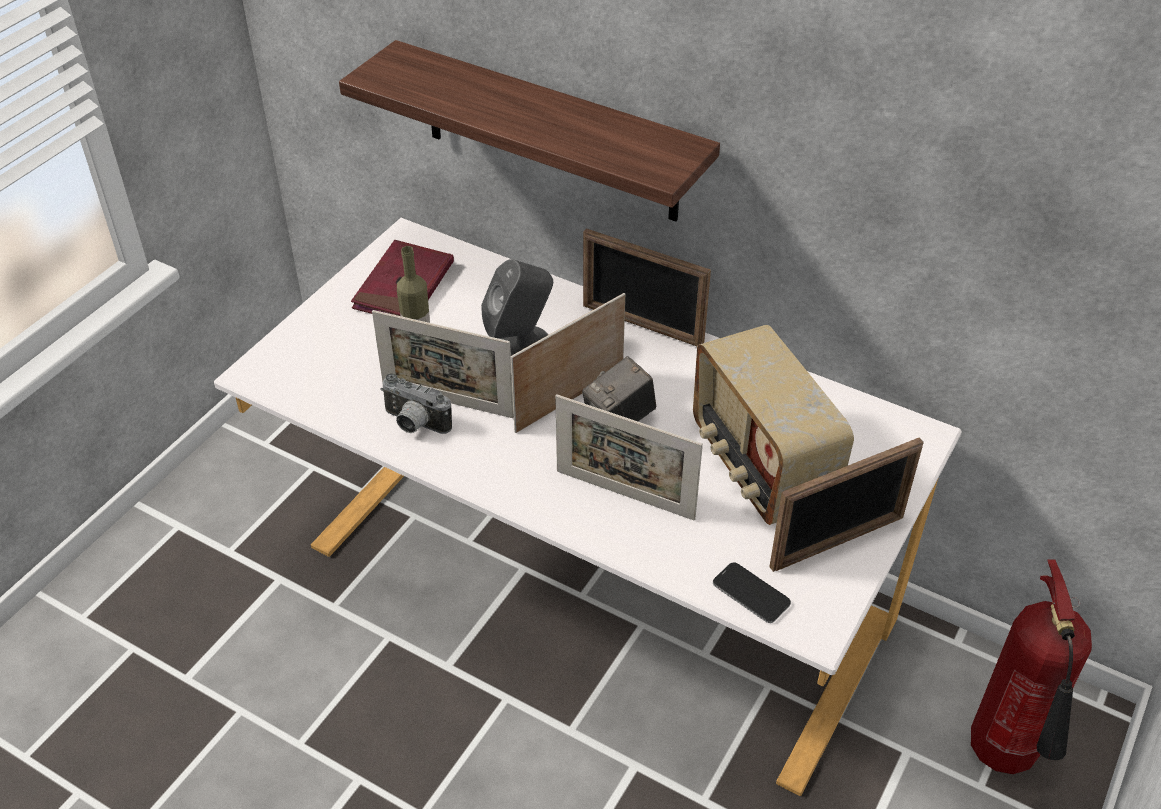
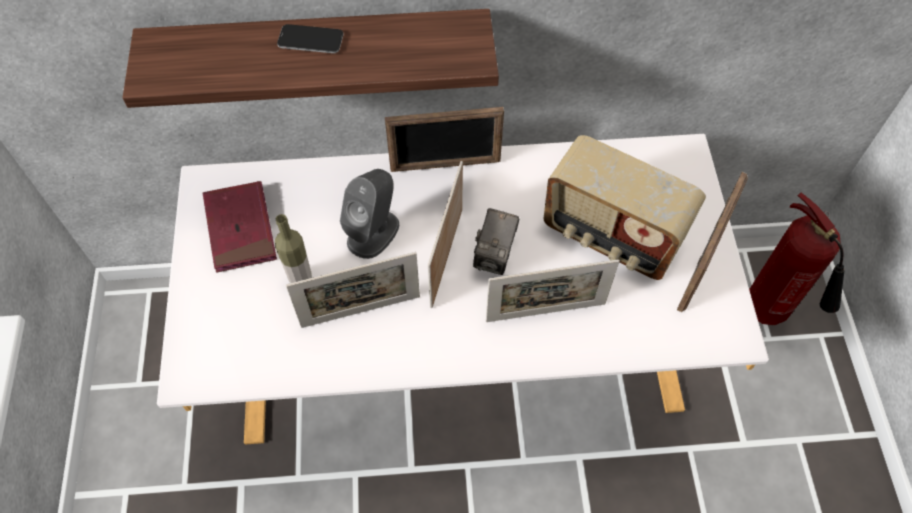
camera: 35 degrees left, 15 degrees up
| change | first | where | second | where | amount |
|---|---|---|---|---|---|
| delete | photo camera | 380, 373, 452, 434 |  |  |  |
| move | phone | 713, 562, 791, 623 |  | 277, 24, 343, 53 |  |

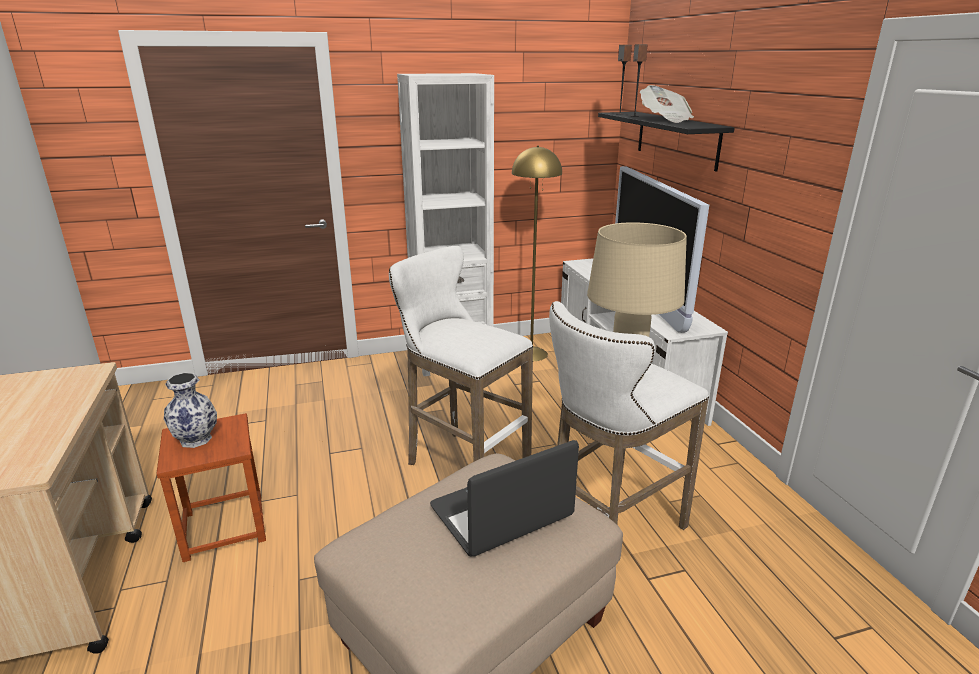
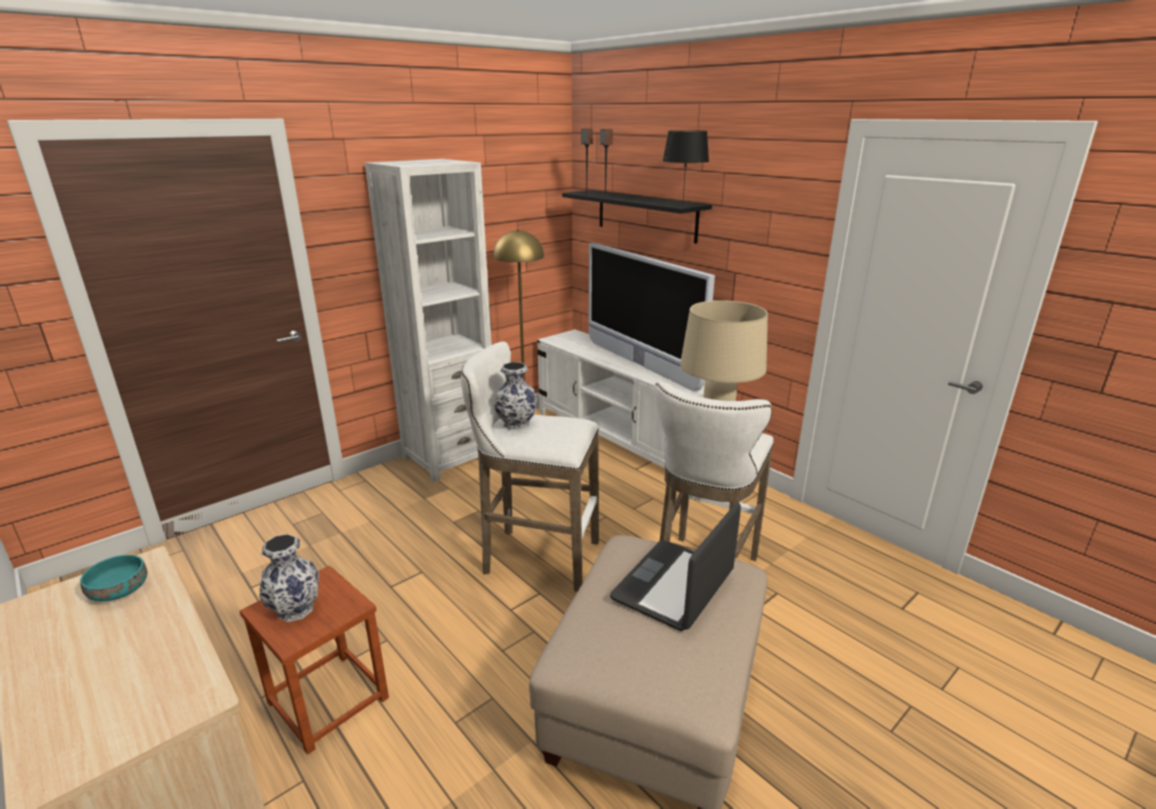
camera: 25 degrees left, 0 degrees up
| change | first | where | second | where | amount |
|---|---|---|---|---|---|
| delete | newspaper | 640, 85, 694, 123 |  |  |  |
| insert |  |  | bowl (turquoise) | 80, 555, 147, 601 |  |
| insert |  |  | vase | 494, 362, 537, 430 |  |
| insert |  |  | table lamp (black) | 663, 130, 709, 201 |  |

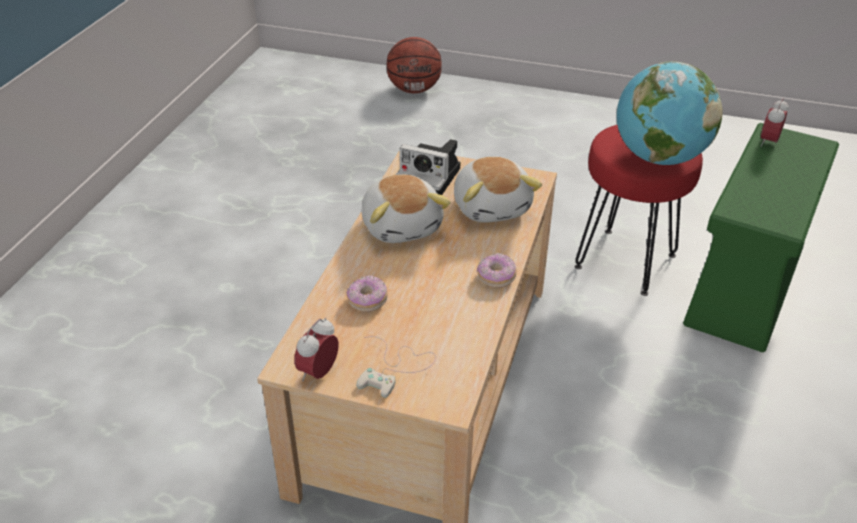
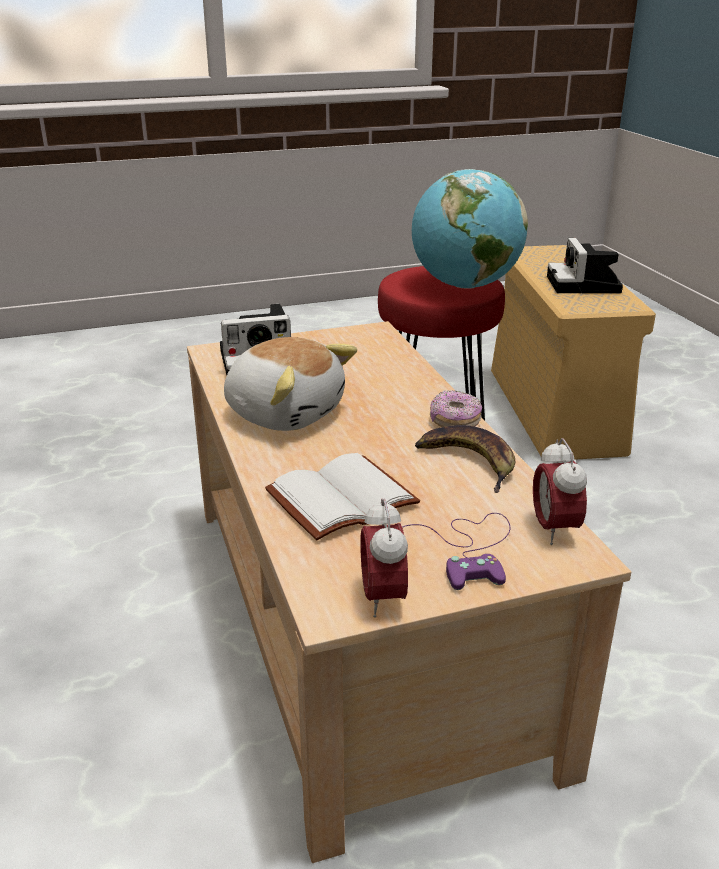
camera: 35 degrees left, 10 degrees down
| change | first | where | second | where | amount |
|---|---|---|---|---|---|
| delete | basketball | 387, 37, 442, 93 |  |  |  |
| delete | plush toy | 454, 157, 542, 223 |  |  |  |
| insert |  |  | banana | 415, 425, 515, 493 |  |
| insert |  |  | photo camera | 547, 238, 623, 293 |  |
| move | alarm clock | 761, 98, 789, 147 |  | 533, 438, 587, 545 |  |
| replace | donut | 347, 276, 388, 312 | book (white) | 265, 453, 420, 540 |  |
| recolor | game controller (white) | 356, 336, 436, 398 | game controller (purple) | 402, 513, 510, 590 |  |
| recolor | storage box (green) | 683, 123, 839, 352 | storage box (beige) | 491, 245, 656, 460 |  |

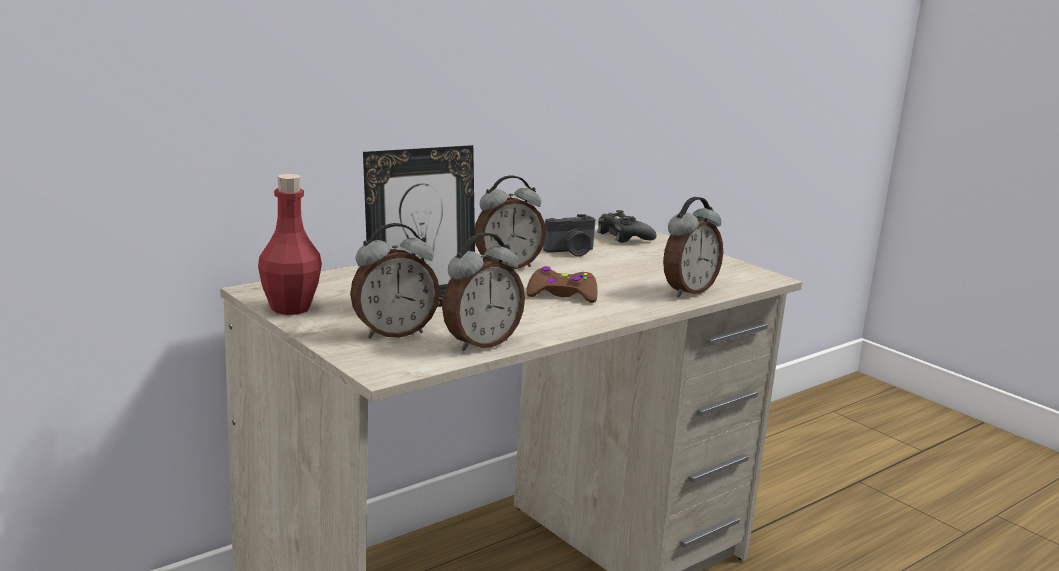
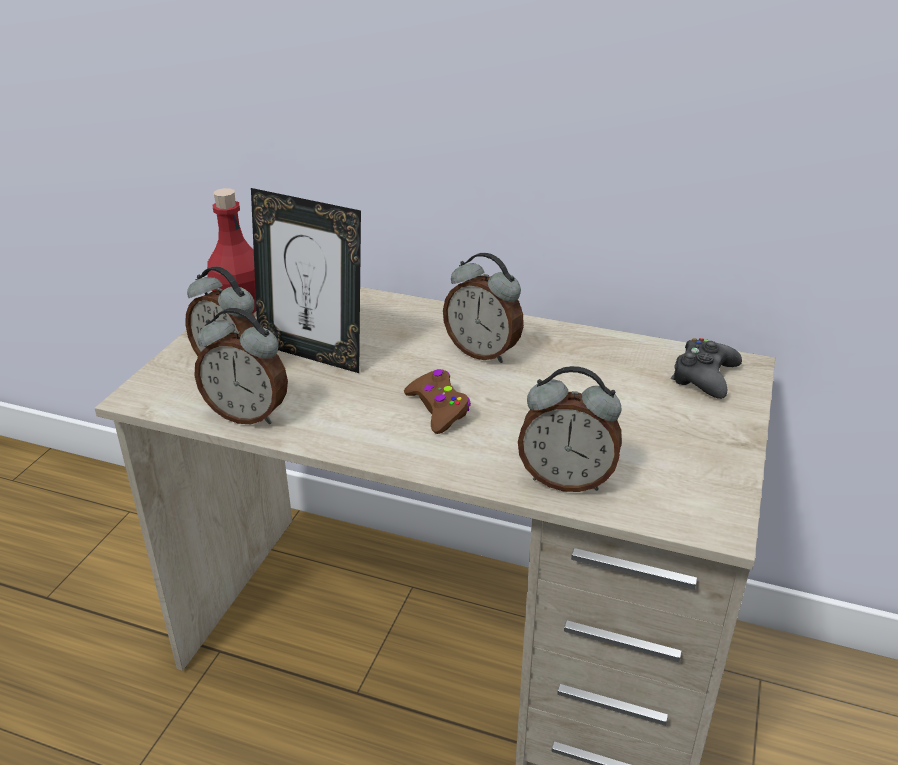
camera: 60 degrees right, 15 degrees up
| change | first | where | second | where | amount |
|---|---|---|---|---|---|
| delete | photo camera | 543, 214, 595, 257 |  |  |  |

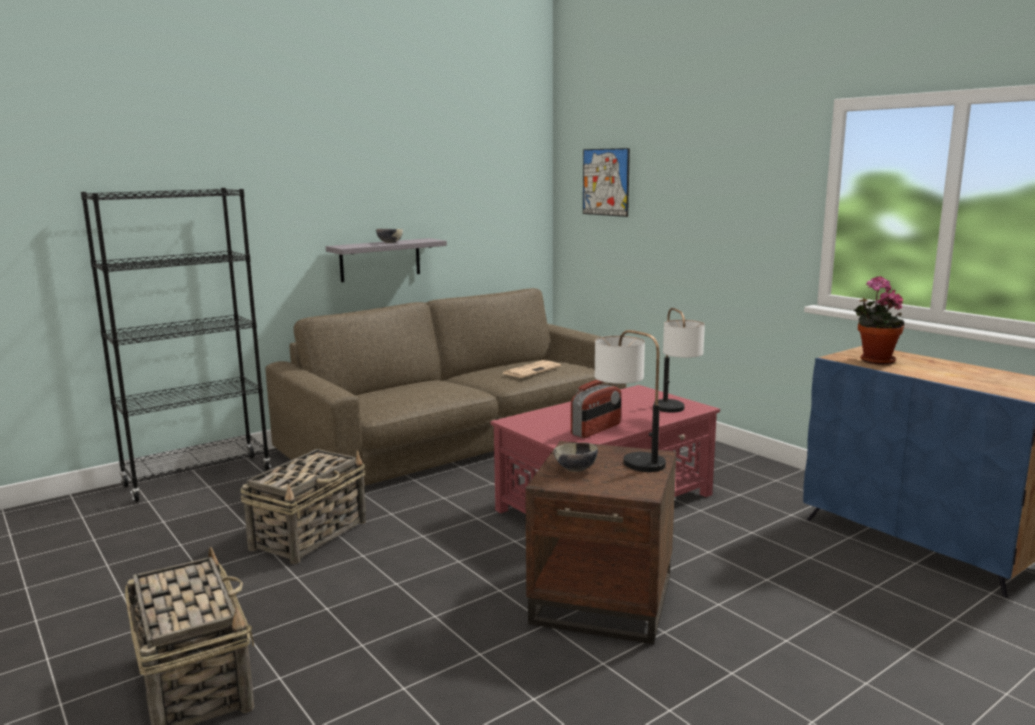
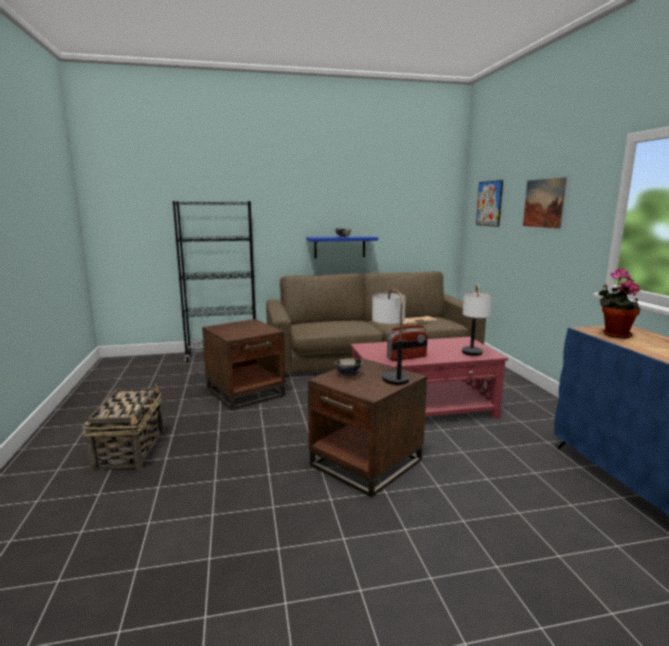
camera: 25 degrees right, 0 degrees up
| change | first | where | second | where | amount |
|---|---|---|---|---|---|
| insert |  |  | picture | 523, 177, 567, 229 |  |
| replace | basket | 241, 449, 366, 564 | side table (brown) | 202, 319, 285, 410 |  |
| recolor | shelf (grey) | 326, 238, 447, 282 | shelf (blue) | 306, 236, 378, 258 |  |

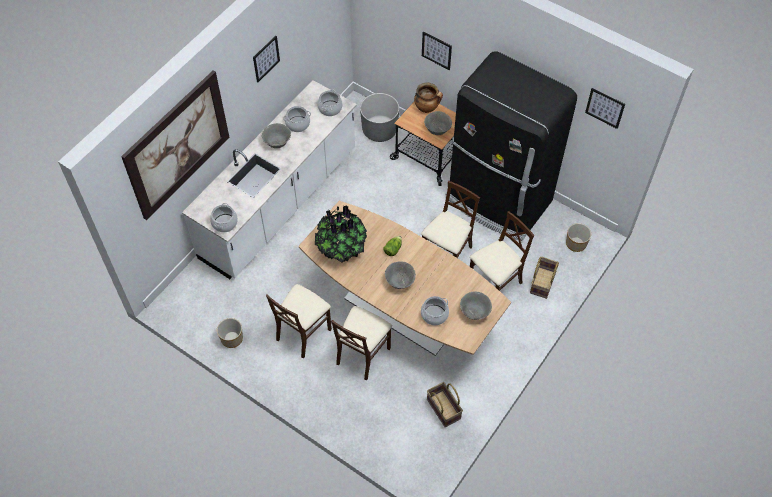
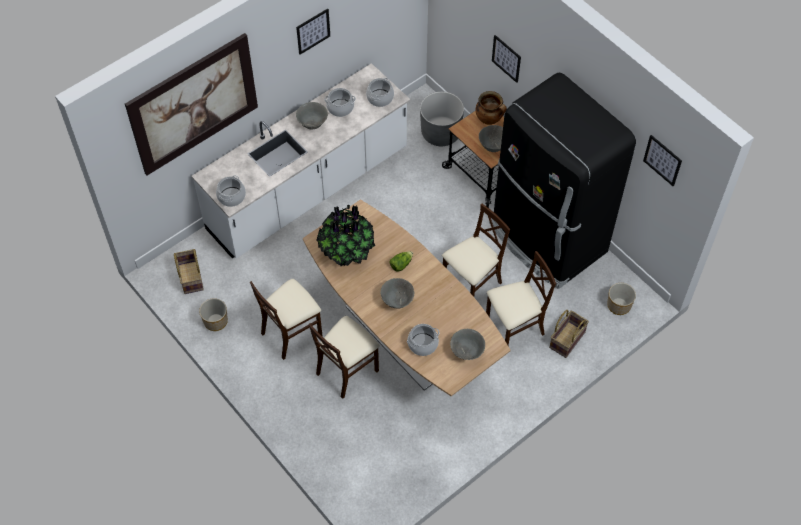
camera: 15 degrees right, 0 degrees up
| change | first | where | second | where | amount |
|---|---|---|---|---|---|
| move | basket | 427, 382, 463, 428 |  | 174, 249, 204, 294 |  |

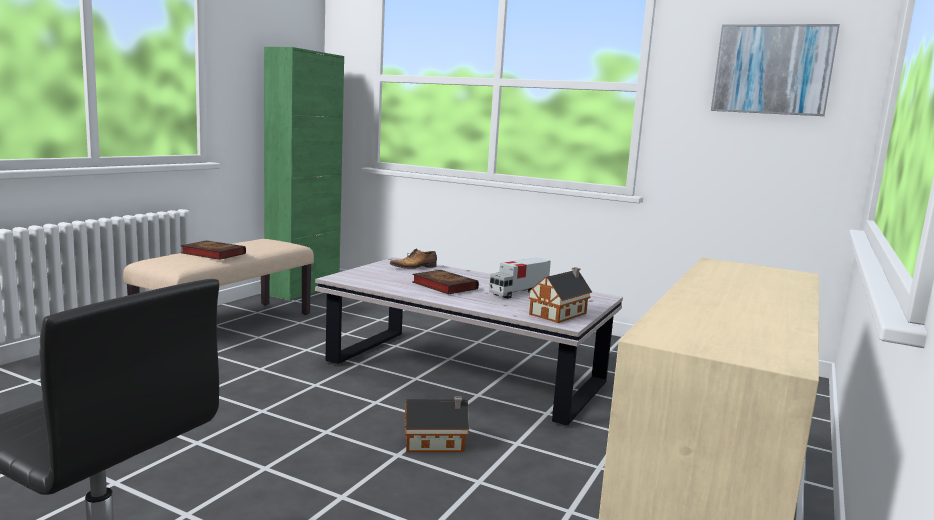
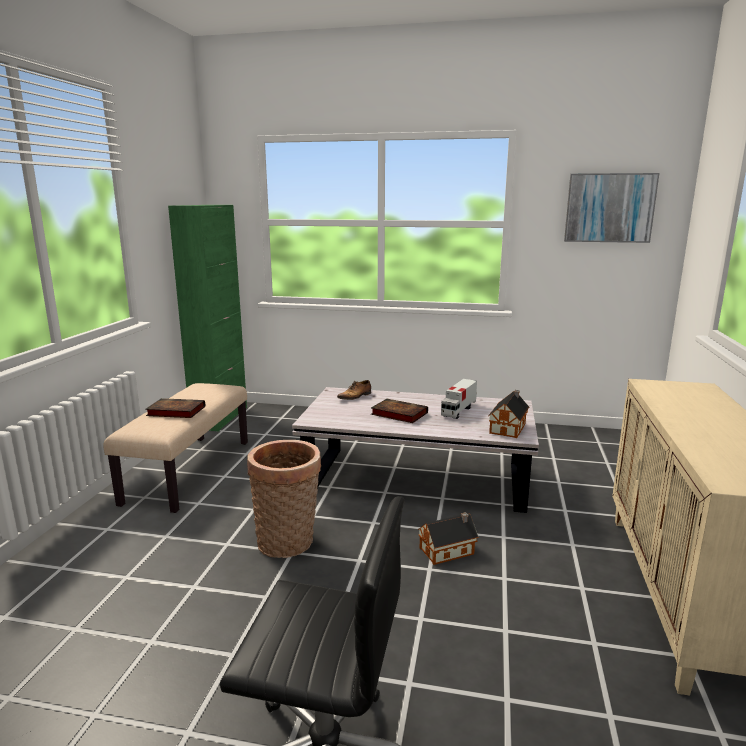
camera: 15 degrees left, 5 degrees up
| change | first | where | second | where | amount |
|---|---|---|---|---|---|
| insert |  |  | basket | 247, 440, 321, 558 |  |

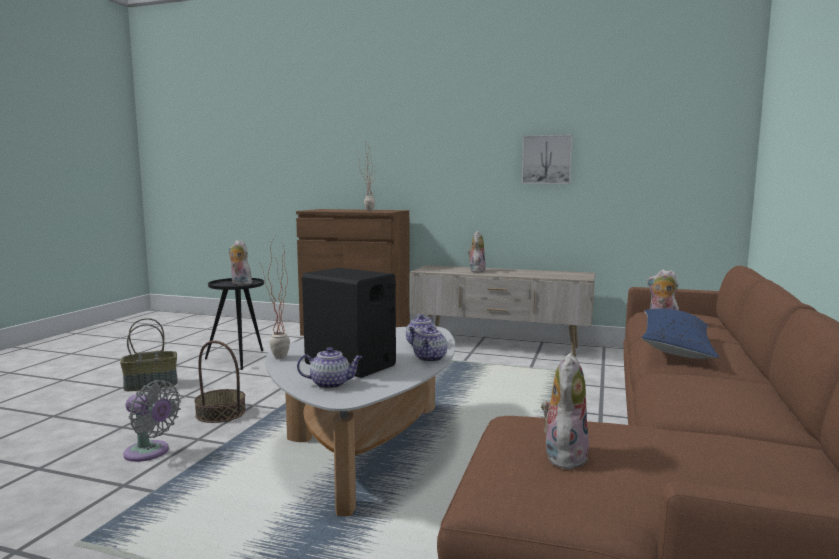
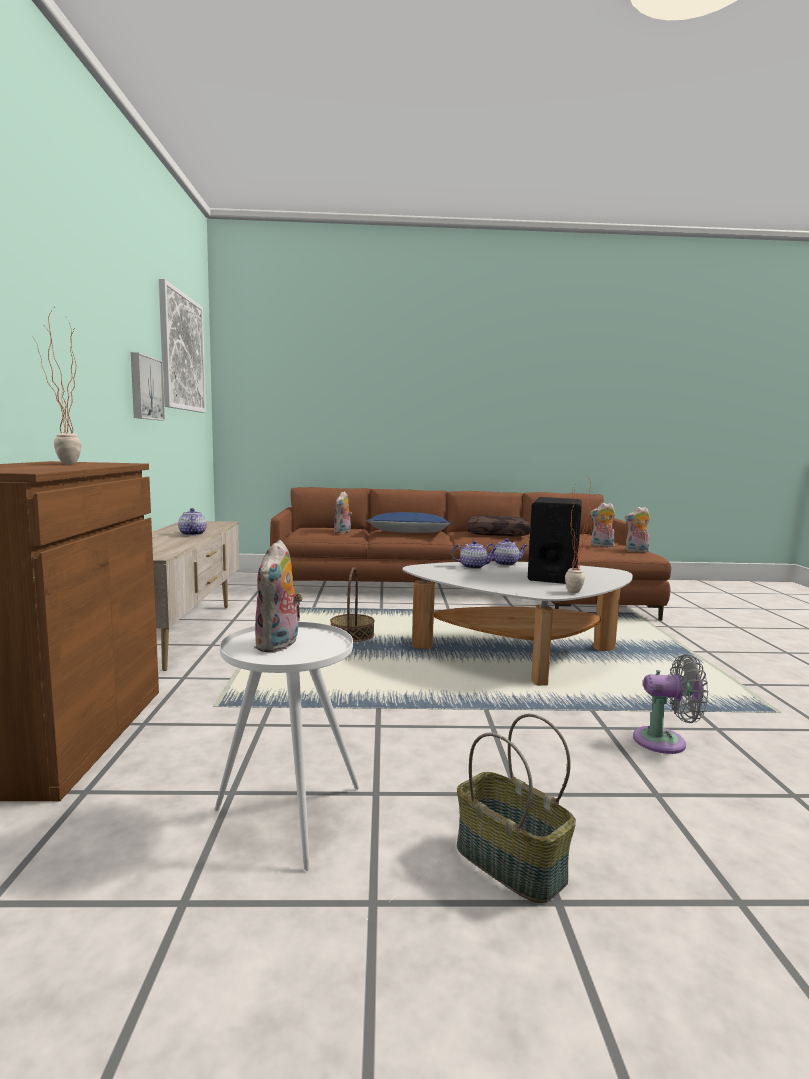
camera: 110 degrees left, 0 degrees up
| change | first | where | second | where | amount |
|---|---|---|---|---|---|
| insert |  |  | picture | 159, 279, 206, 413 |  |
| insert |  |  | pillow (brown) | 467, 515, 530, 536 |  |
| move | basket | 194, 341, 246, 423 |  | 330, 567, 375, 642 |  |
| move | teapot | 297, 347, 362, 389 |  | 178, 508, 207, 536 |  |
| move | plush toy | 468, 231, 486, 272 |  | 625, 507, 650, 553 |  |
| recolor | side table (black) | 205, 278, 264, 370 | side table (white) | 215, 622, 360, 871 |  |
| rotate | fan (grey) | 123, 380, 181, 462 |  | 633, 654, 708, 754 | 90 degrees clockwise |

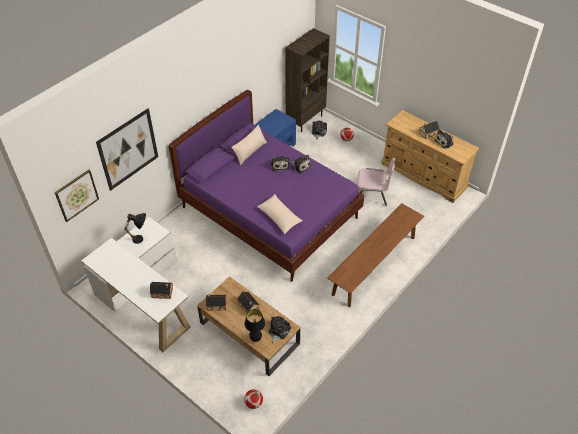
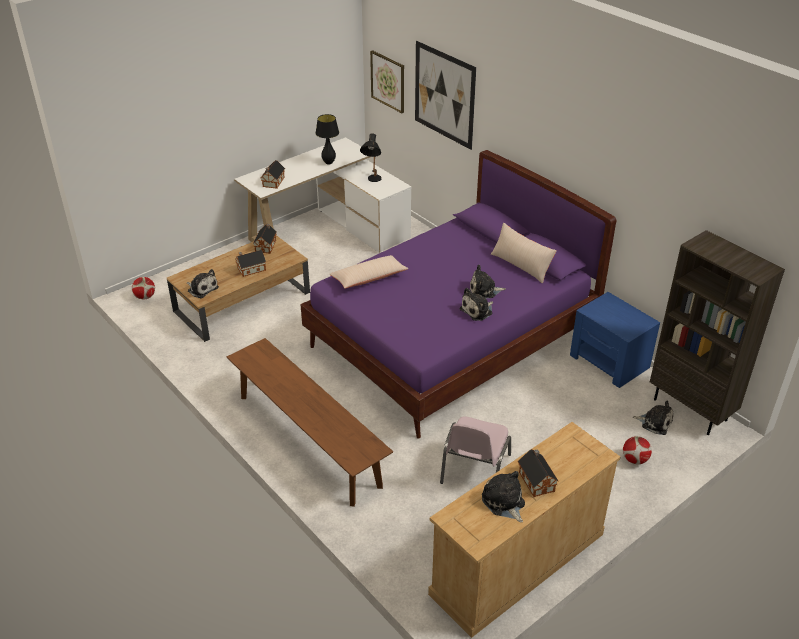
camera: 100 degrees right, 10 degrees down
| change | first | where | second | where | amount |
|---|---|---|---|---|---|
| move | table lamp (black) | 245, 309, 265, 342 |  | 316, 114, 339, 165 |  |

